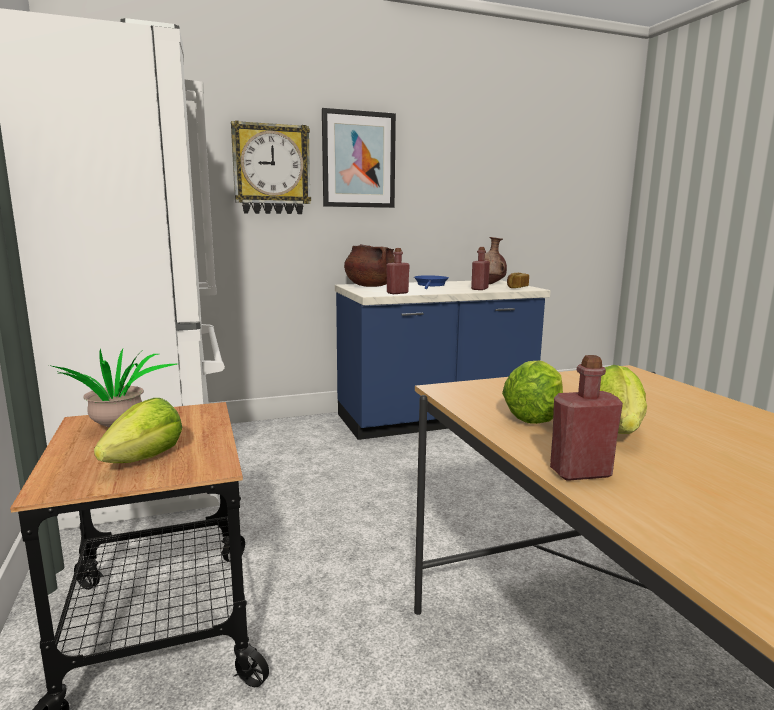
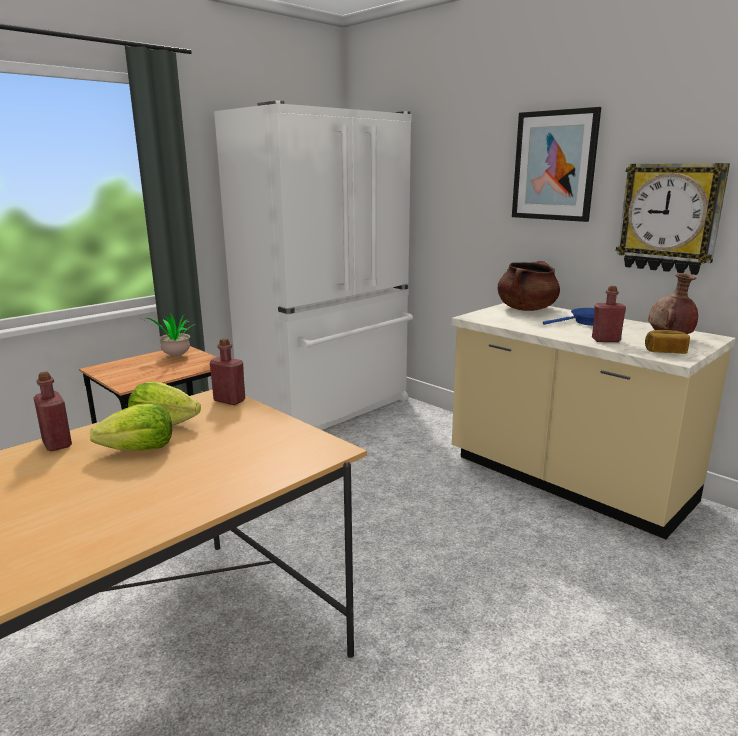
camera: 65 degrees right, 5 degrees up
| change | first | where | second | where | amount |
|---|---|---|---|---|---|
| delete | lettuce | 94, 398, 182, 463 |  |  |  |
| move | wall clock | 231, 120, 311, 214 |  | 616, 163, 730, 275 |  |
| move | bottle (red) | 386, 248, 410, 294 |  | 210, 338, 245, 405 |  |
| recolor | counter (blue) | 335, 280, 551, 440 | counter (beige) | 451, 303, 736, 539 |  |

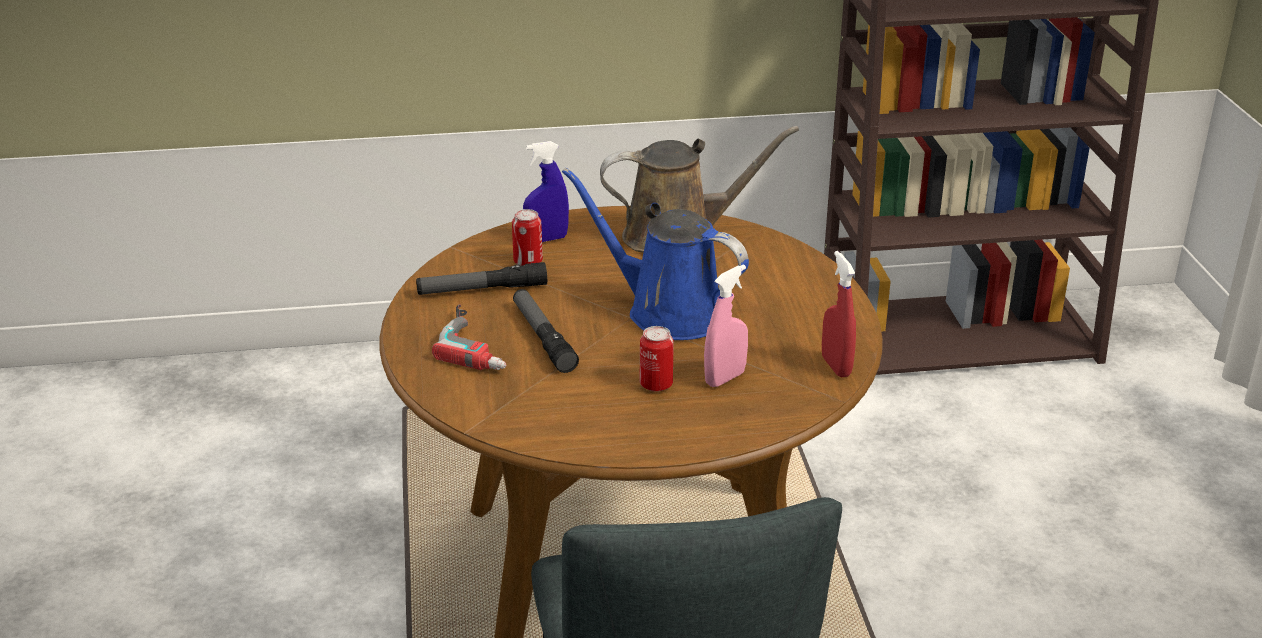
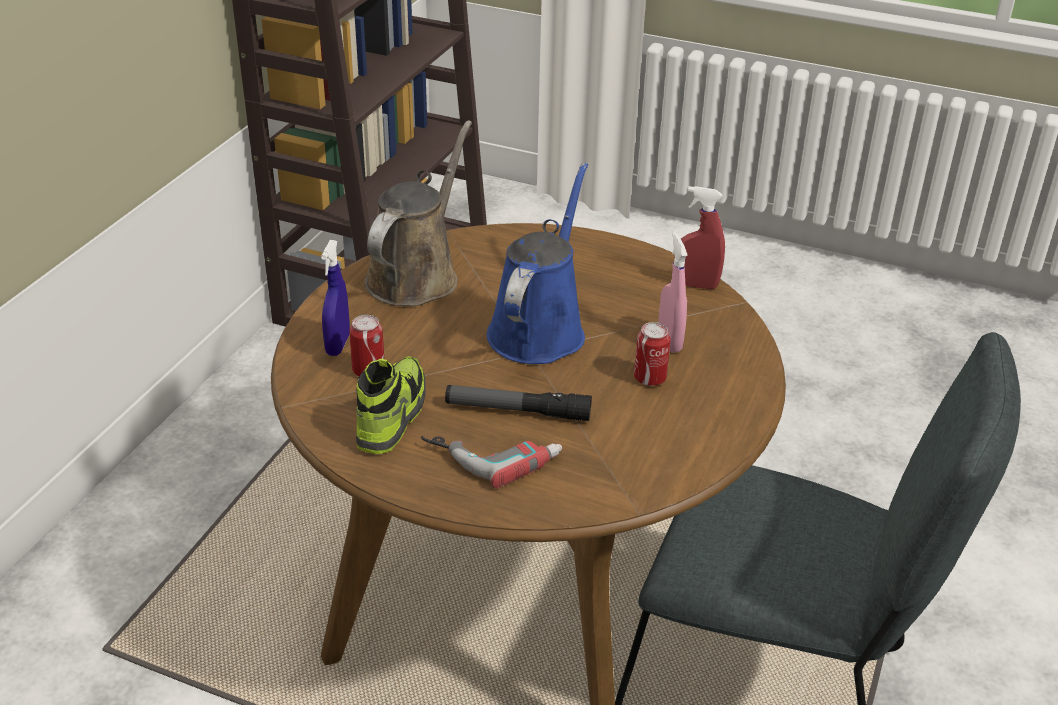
camera: 60 degrees left, 5 degrees up
| change | first | where | second | where | amount |
|---|---|---|---|---|---|
| replace | flashlight | 416, 262, 547, 295 | shoe | 356, 356, 426, 454 |  |
| rotate | watering can (blue) | 562, 168, 749, 340 |  | 487, 163, 588, 364 | 135 degrees clockwise |

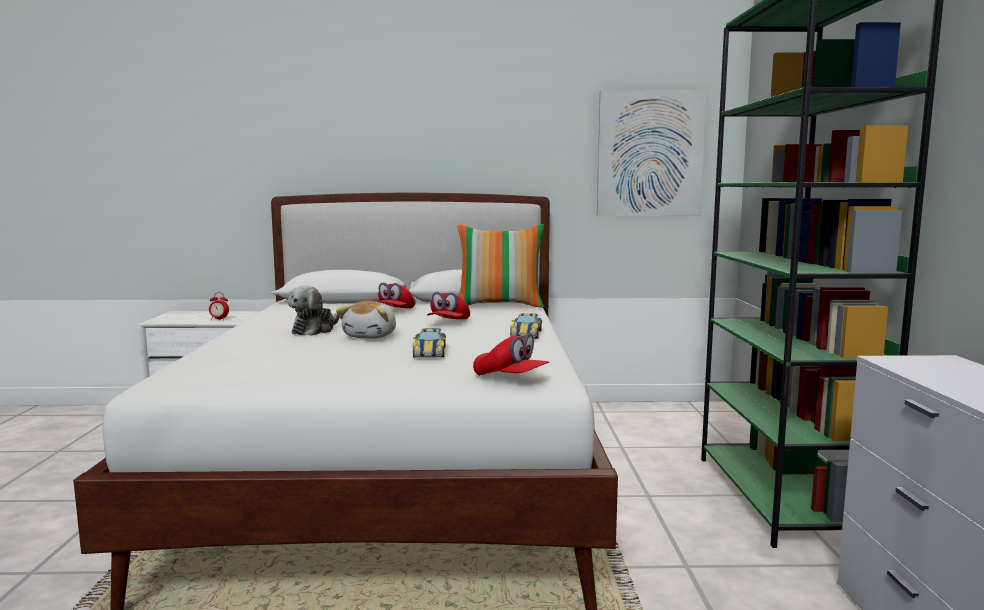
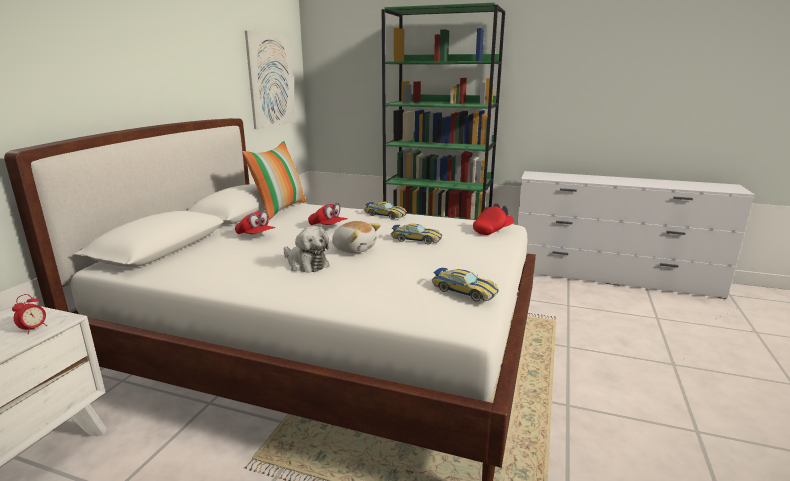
camera: 70 degrees left, 10 degrees up
| change | first | where | second | where | amount |
|---|---|---|---|---|---|
| insert |  |  | toy car | 432, 268, 499, 302 |  |

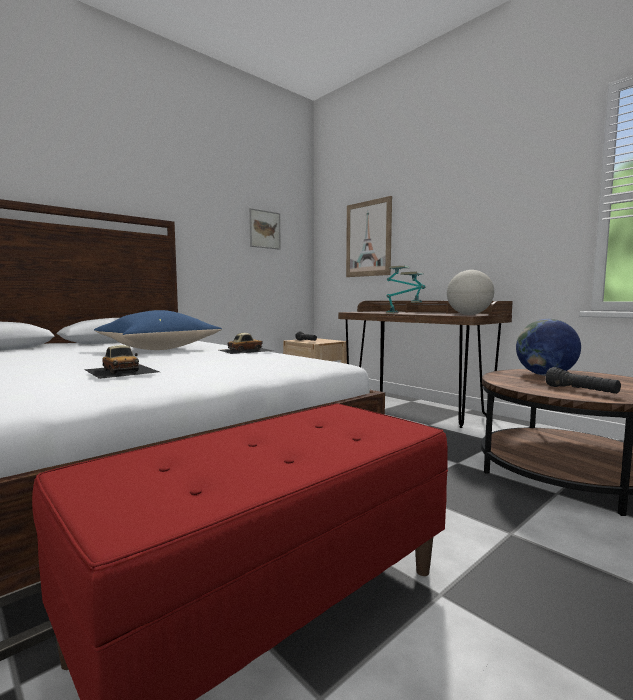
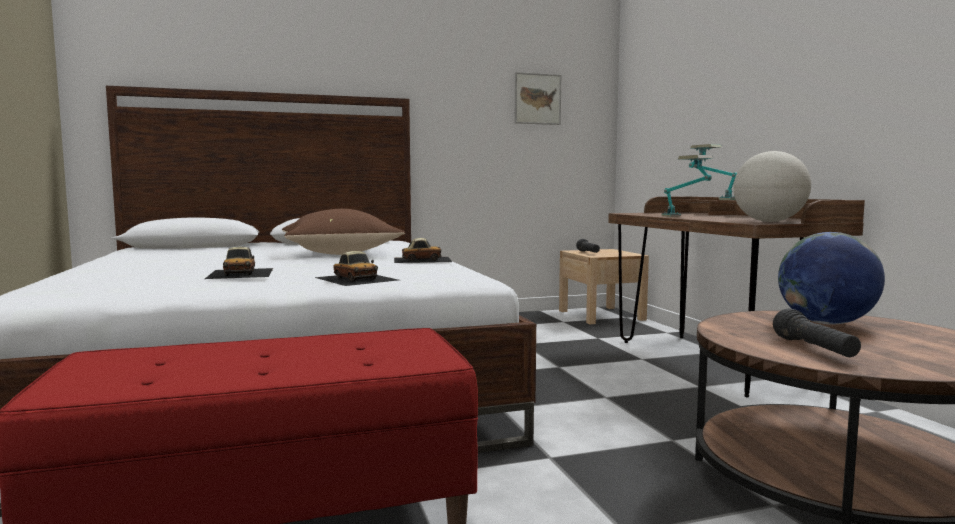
camera: 25 degrees right, 0 degrees up
| change | first | where | second | where | amount |
|---|---|---|---|---|---|
| delete | picture | 346, 196, 392, 277 |  |  |  |
| insert |  |  | toy car | 314, 251, 398, 286 |  |
| recolor | pillow (blue) | 94, 310, 222, 350 | pillow (brown) | 282, 209, 405, 255 |  |

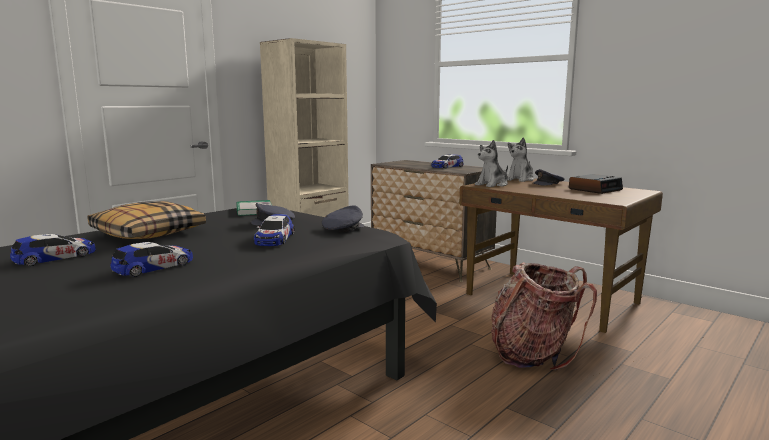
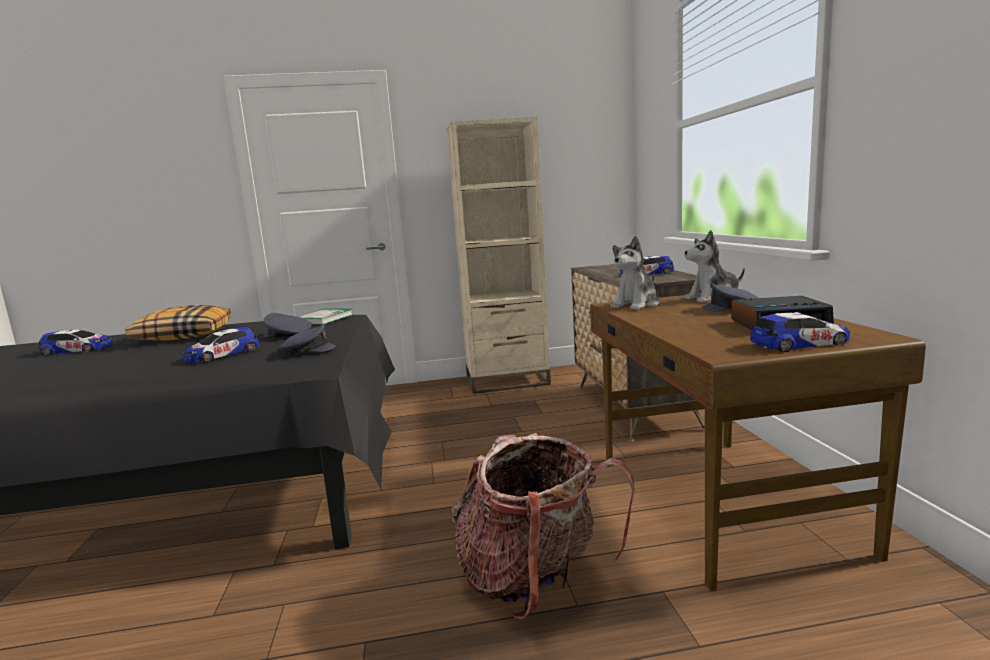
camera: 40 degrees right, 0 degrees up
| change | first | where | second | where | amount |
|---|---|---|---|---|---|
| move | toy car | 110, 242, 193, 277 |  | 750, 312, 850, 352 |  |
| rotate | plush toy | 475, 140, 508, 187 |  | 611, 236, 660, 310 | 45 degrees counterclockwise |

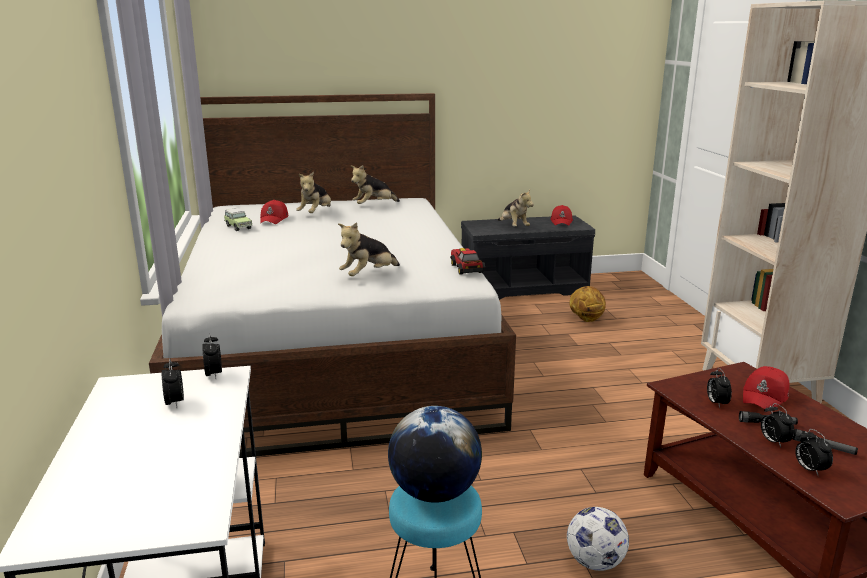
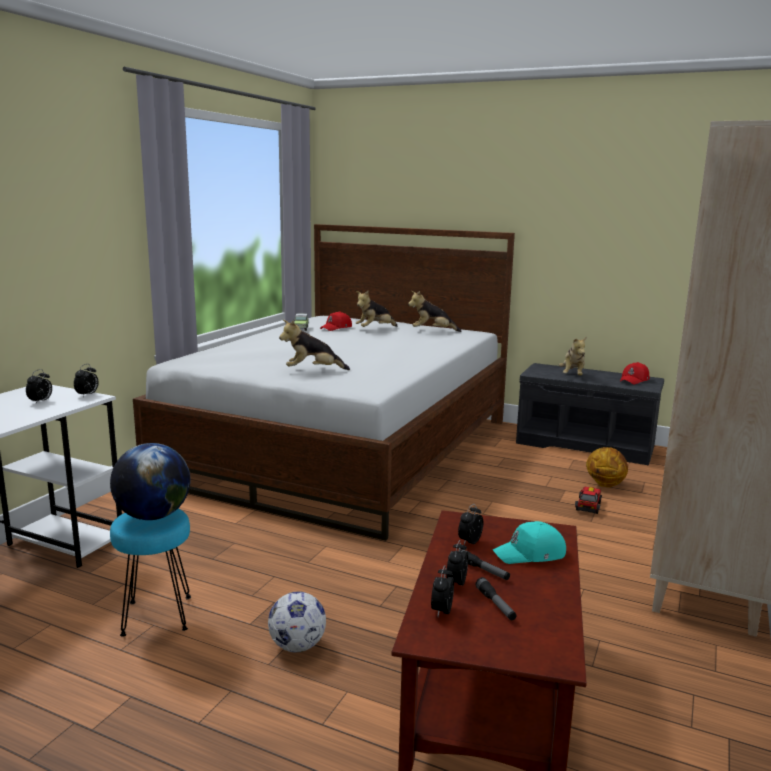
camera: 35 degrees right, 5 degrees down
| change | first | where | second | where | amount |
|---|---|---|---|---|---|
| move | toy car | 450, 248, 485, 275 |  | 575, 487, 602, 514 |  |
| recolor | cap (red) | 743, 366, 789, 409 | cap (turquoise) | 492, 521, 566, 564 |  |

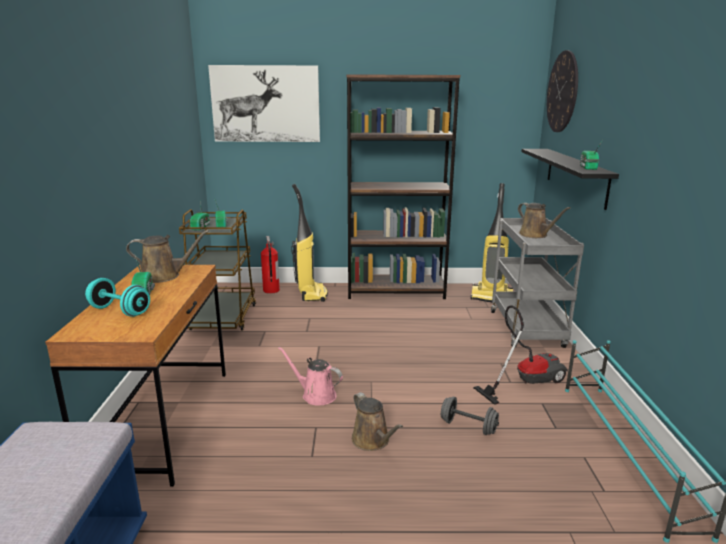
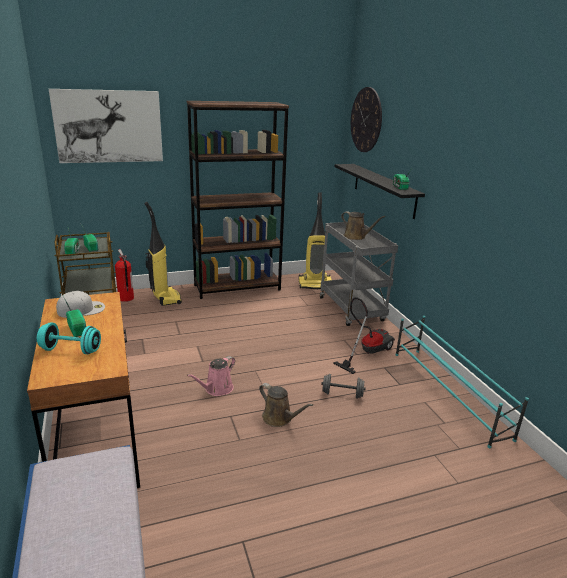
camera: 20 degrees left, 5 degrees up
| change | first | where | second | where | amount |
|---|---|---|---|---|---|
| replace | watering can (brown) | 126, 230, 209, 283 | cap (white) | 56, 291, 105, 318 |  |
| rotate | watering can (pink) | 278, 346, 343, 406 |  | 187, 356, 235, 396 | 60 degrees counterclockwise |

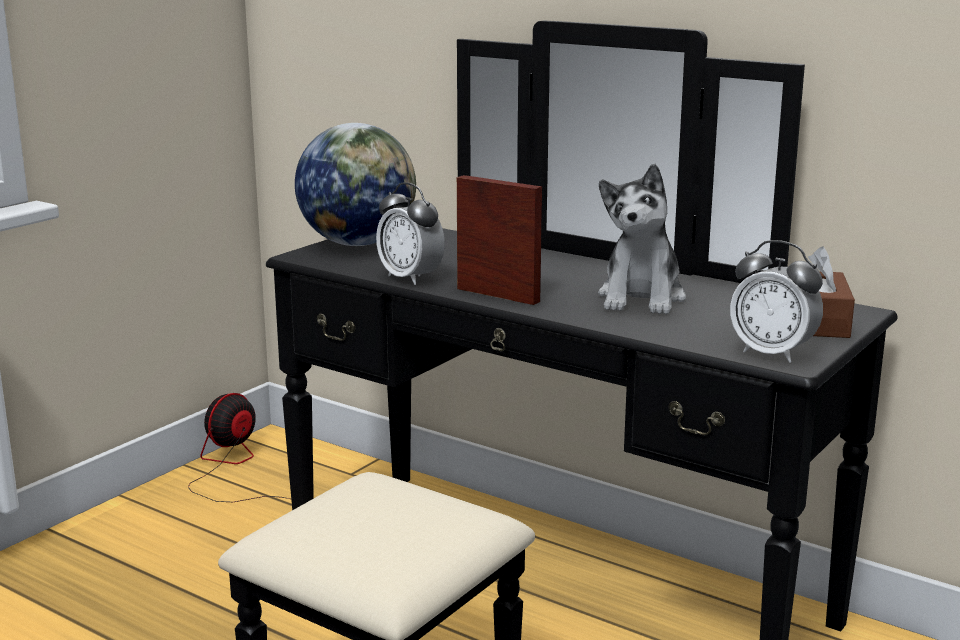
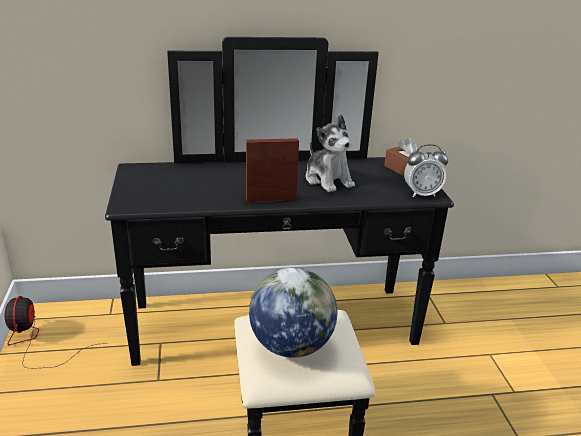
camera: 45 degrees left, 10 degrees up
| change | first | where | second | where | amount |
|---|---|---|---|---|---|
| delete | alarm clock | 376, 183, 445, 285 |  |  |  |
| move | globe | 295, 123, 416, 246 |  | 249, 267, 337, 358 |  |

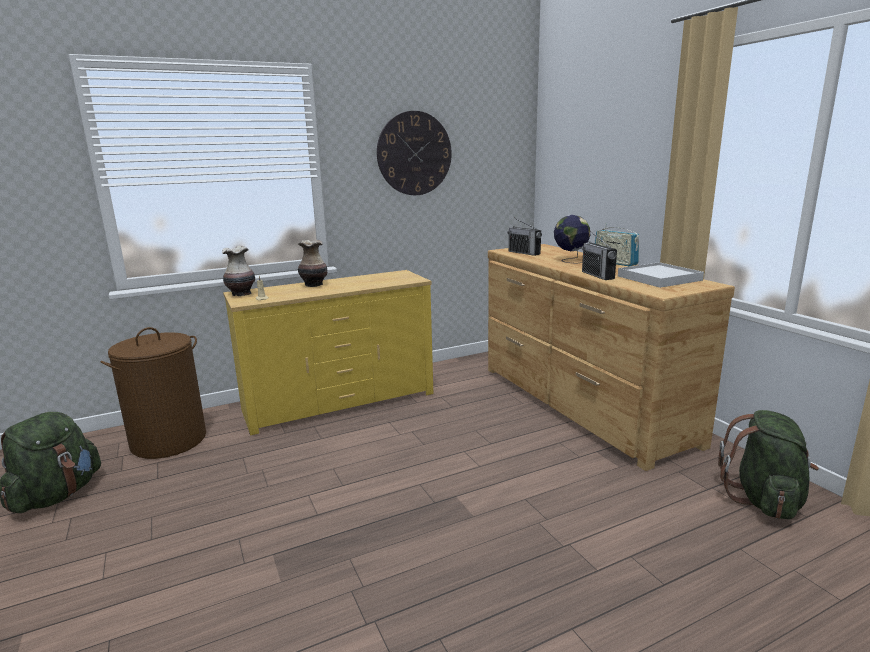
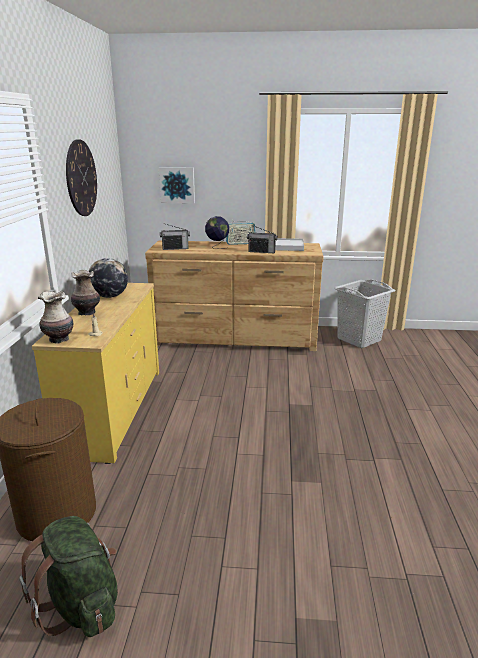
camera: 60 degrees left, 5 degrees up
| change | first | where | second | where | amount |
|---|---|---|---|---|---|
| insert |  |  | globe | 88, 258, 128, 298 |  |
| insert |  |  | picture | 159, 167, 195, 203 |  |
| replace | backpack (green) | 718, 410, 819, 519 | laundry basket (grey) | 334, 279, 396, 348 |  |

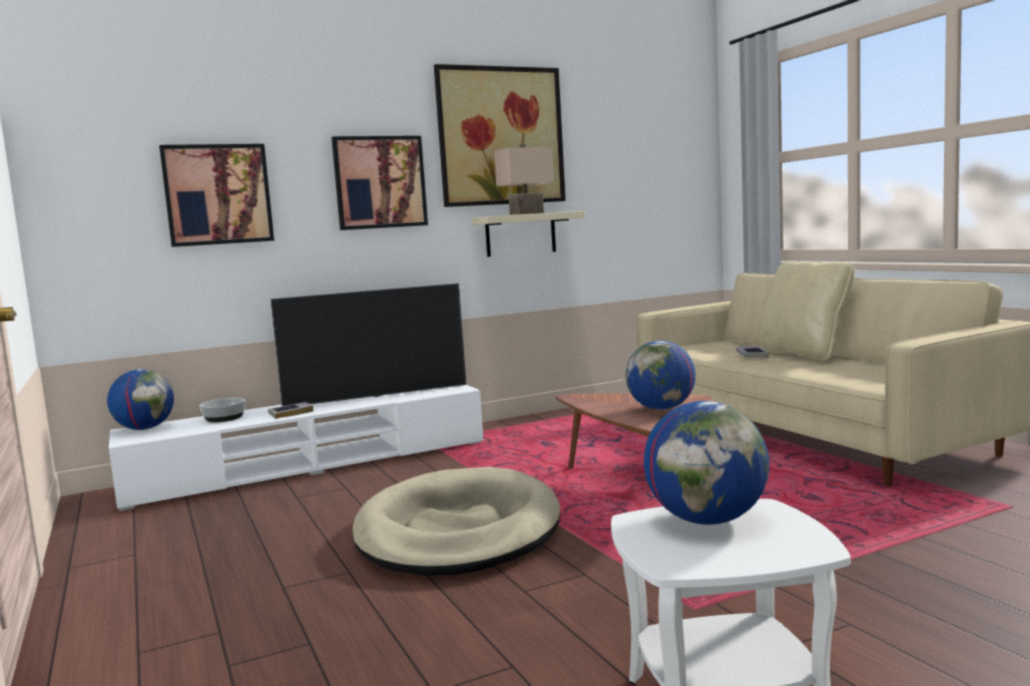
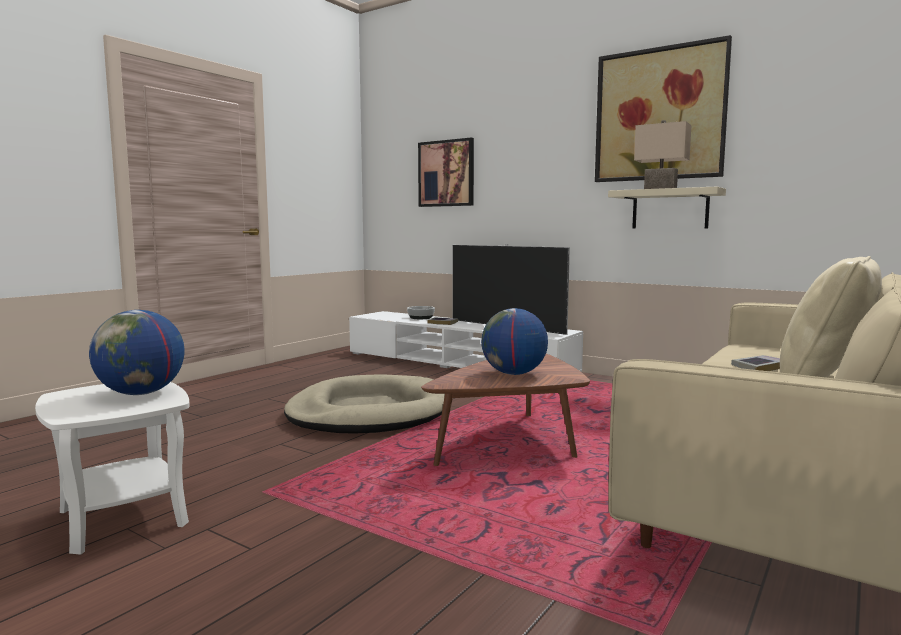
camera: 60 degrees right, 0 degrees up
| change | first | where | second | where | amount |
|---|---|---|---|---|---|
| delete | globe | 107, 369, 174, 430 |  |  |  |
| delete | picture | 331, 136, 428, 230 |  |  |  |

